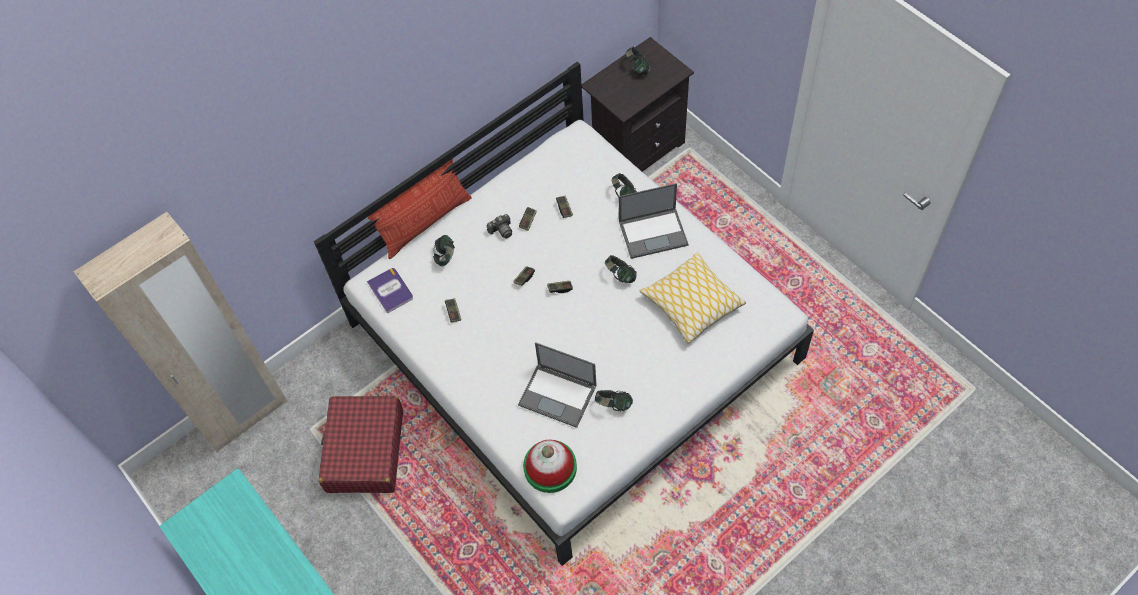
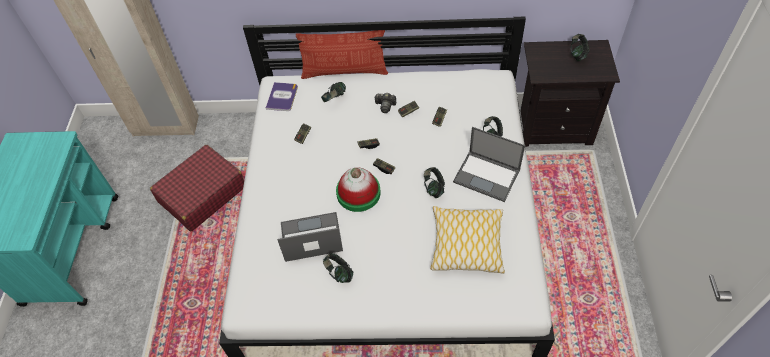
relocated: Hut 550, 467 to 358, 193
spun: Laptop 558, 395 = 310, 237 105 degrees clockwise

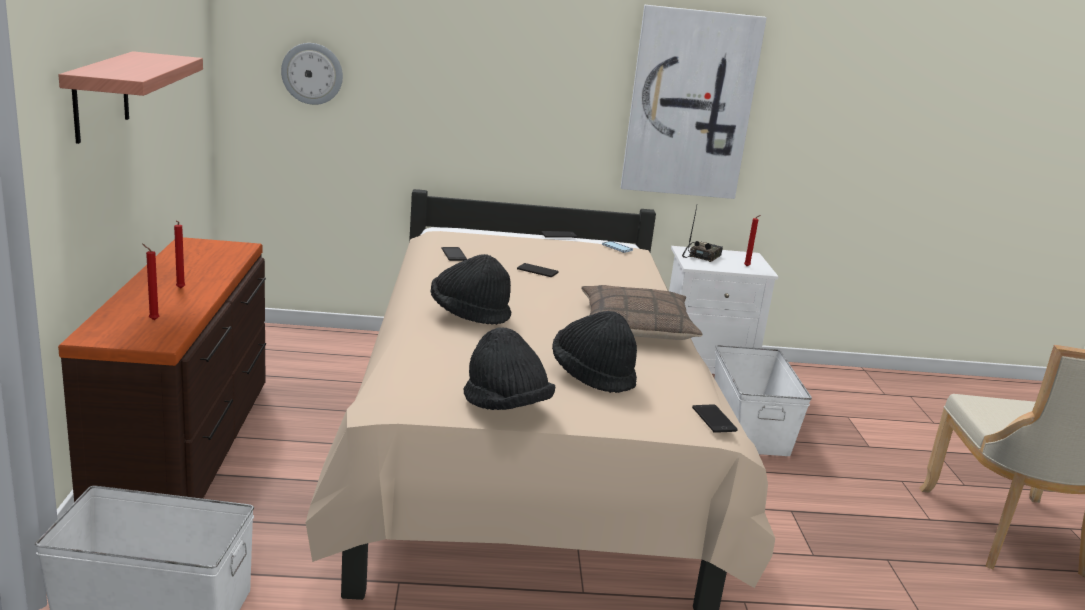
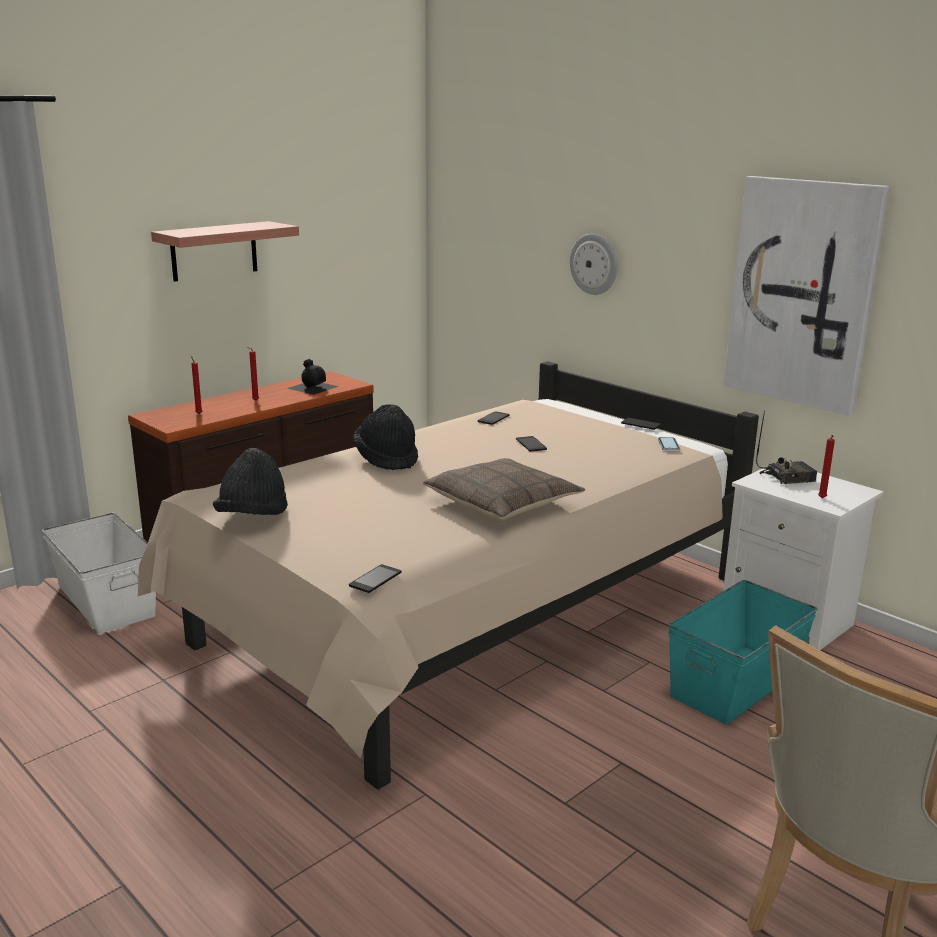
missing: Hut (schwarz) 592, 375
appeared: Flasche (schwarz) 312, 387
relocated: Wanduhr 312, 73 to 594, 264
colour: Aufbewahrungsbox (weiß) 750, 426 to Aufbewahrungsbox (türkis) 737, 683

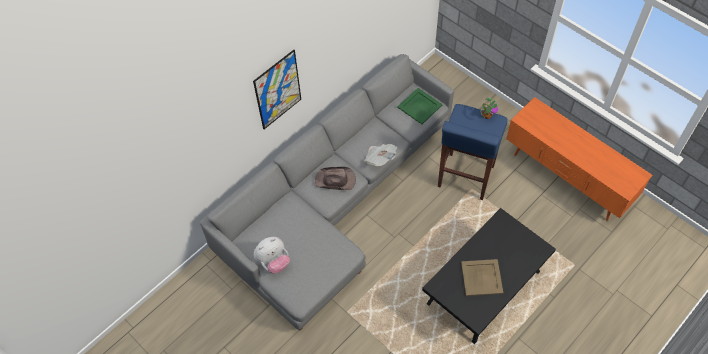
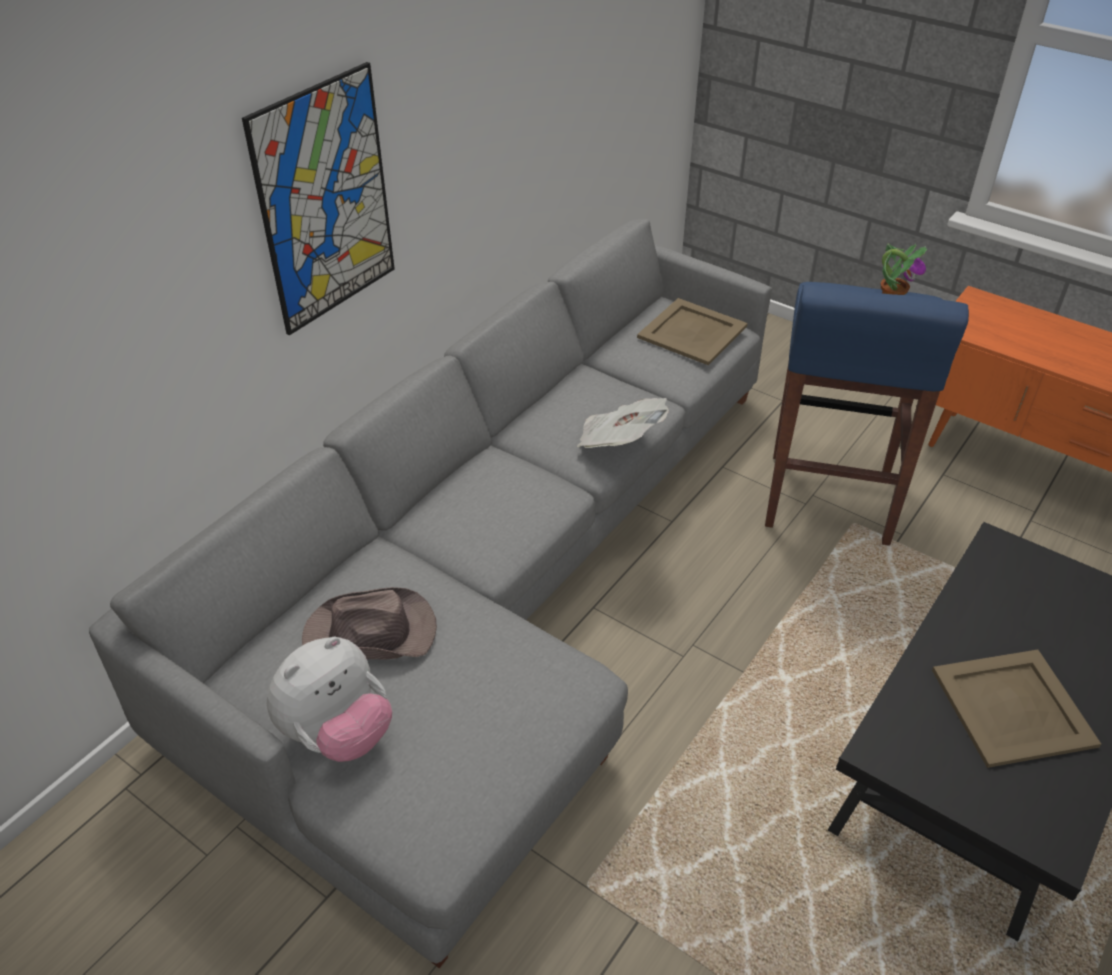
relocated: Hut (braun) 335, 180 to 371, 634
colour: Tablett (grün) 420, 106 to Tablett (beige) 693, 332

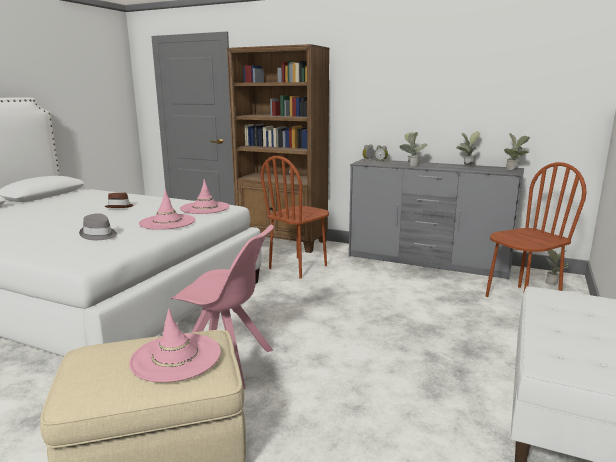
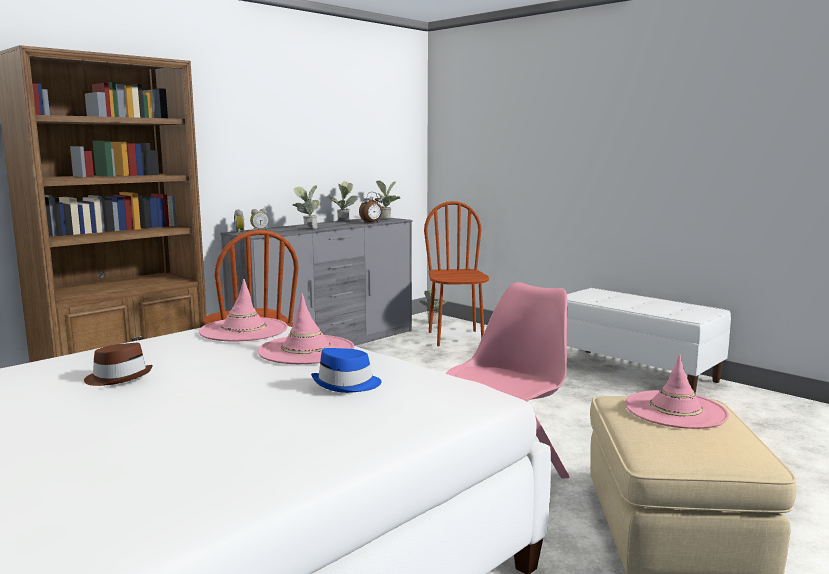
appeared: Wecker 372, 222
colour: Hut (grau) 99, 235 to Hut (blau) 347, 384

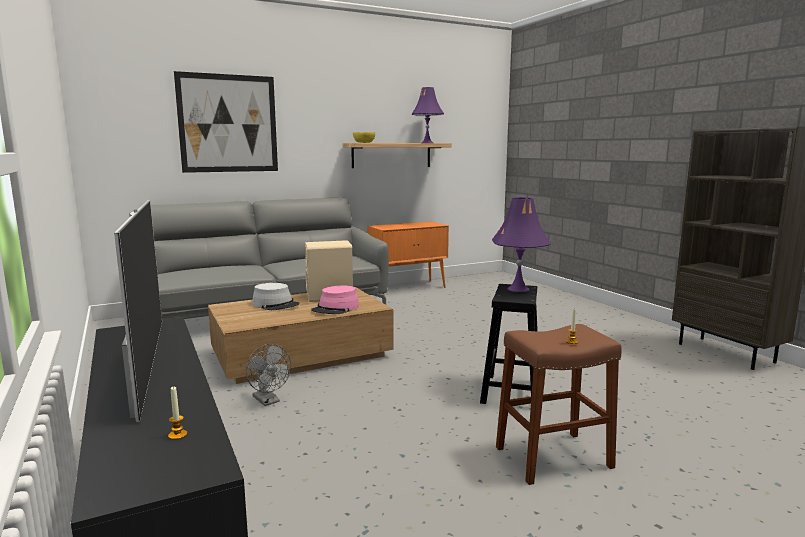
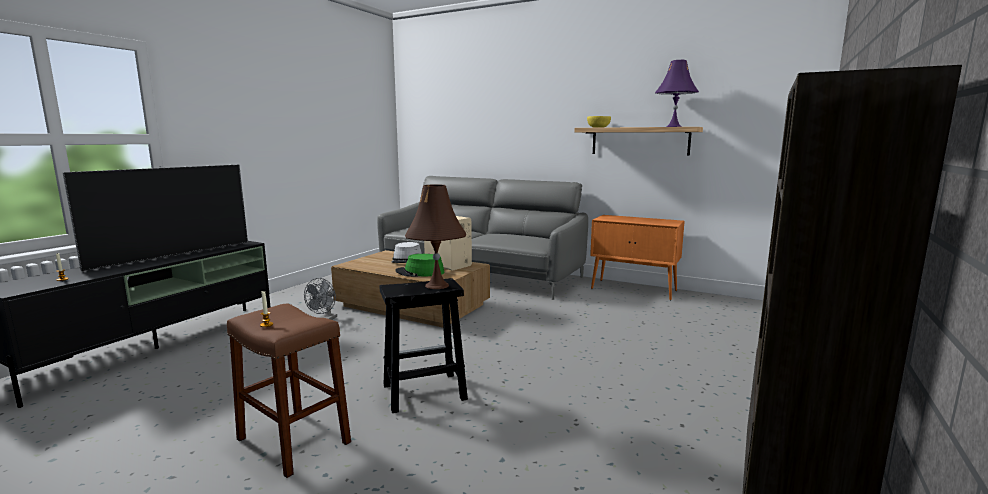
missing: Bild 228, 123
colour: Tischlampe (lila) 518, 289 to Tischlampe (braun) 437, 285; Hut (rosa) 336, 308 to Hut (grün) 420, 272

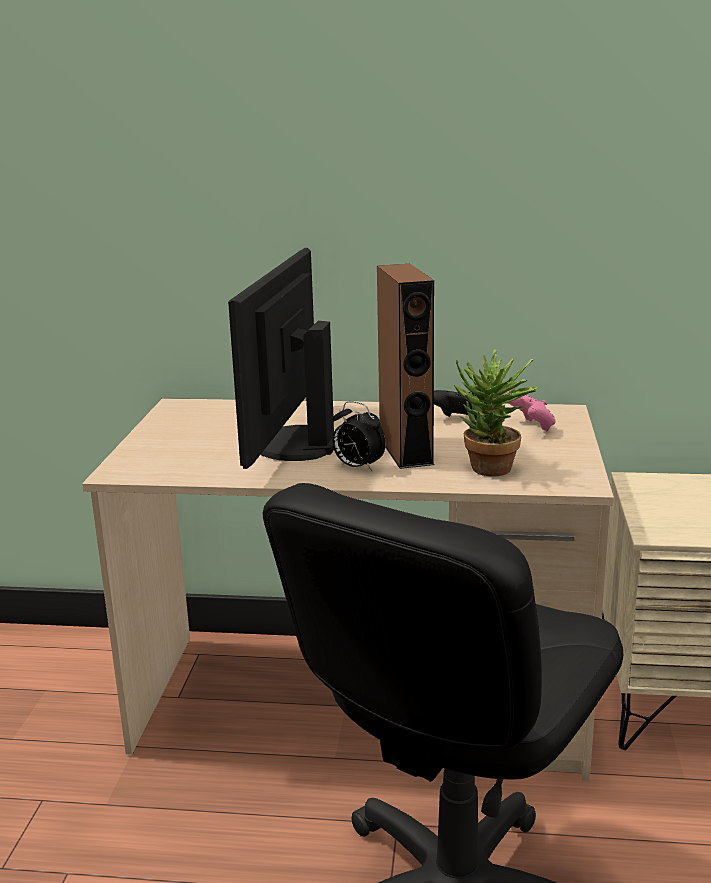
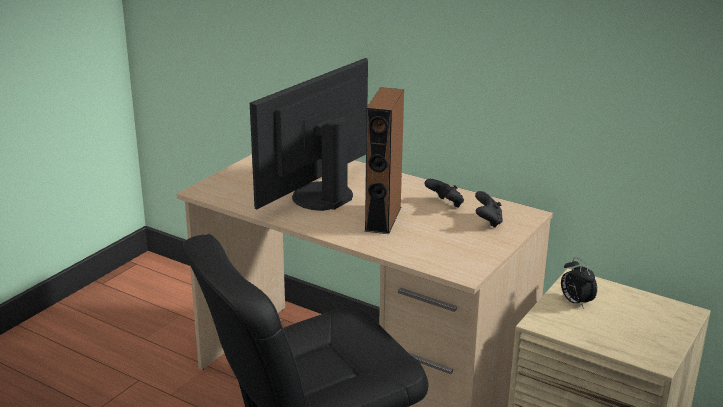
missing: Topfpflanze 491, 472
relocated: Wecker 357, 467 to 575, 302
colour: Gamepad (rosa) 531, 427 to Gamepad (schwarz) 488, 221

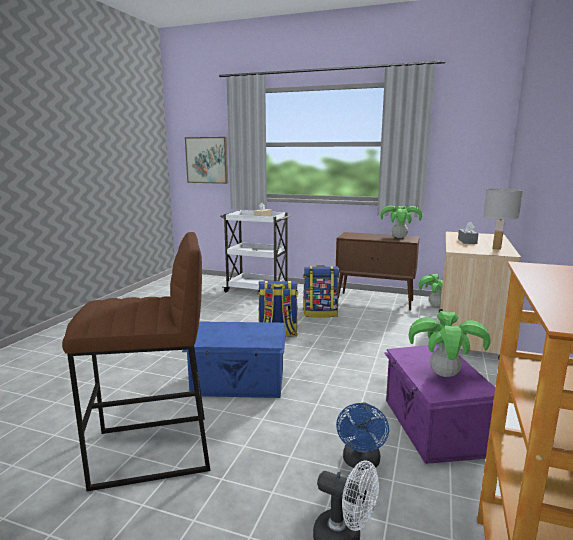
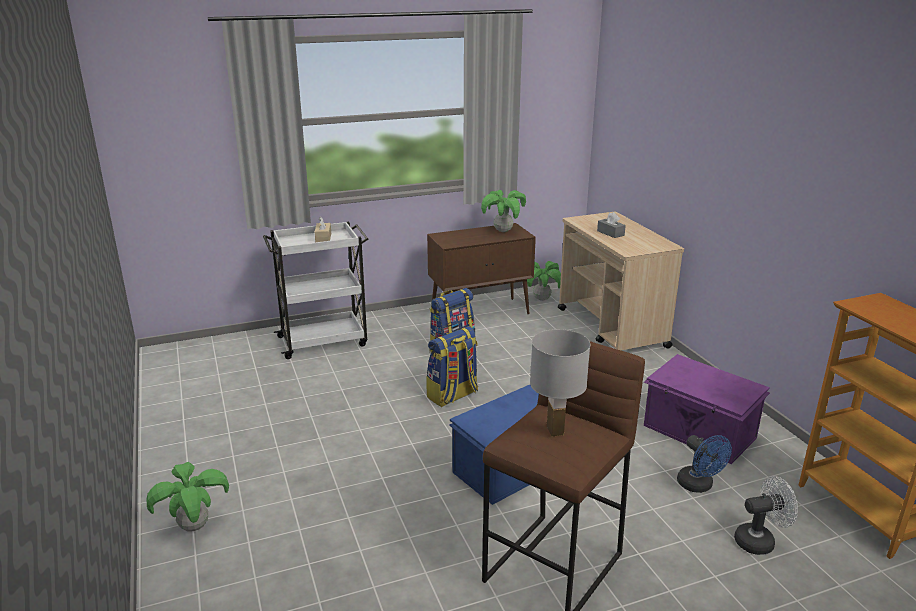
missing: Bild 207, 160
relocated: Tischlampe (weiß) 496, 248 to 554, 430; Topfpflanze 444, 374 to 194, 526

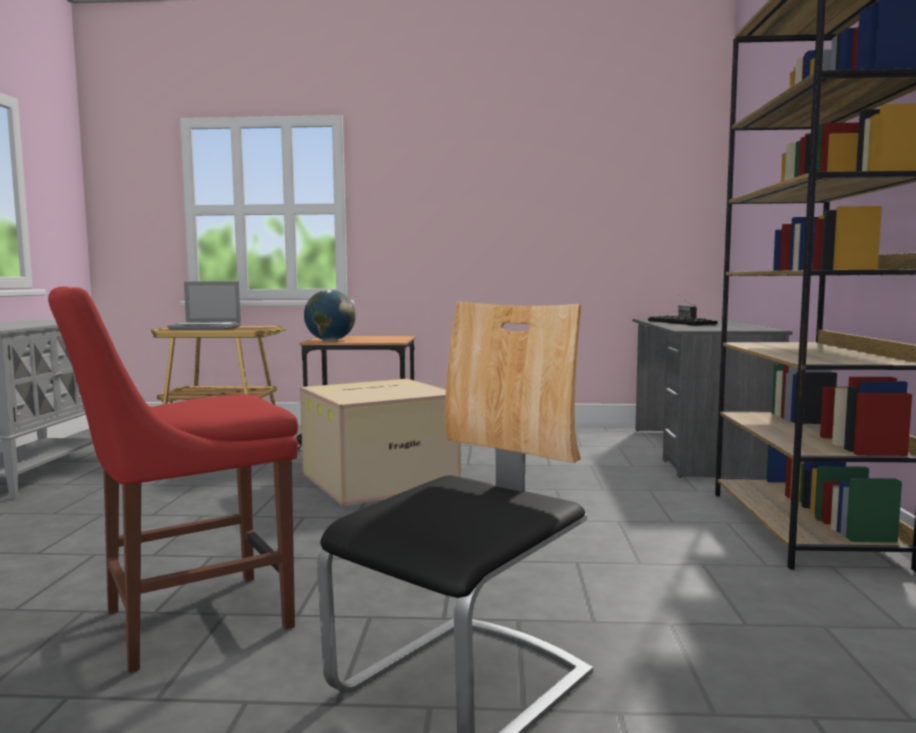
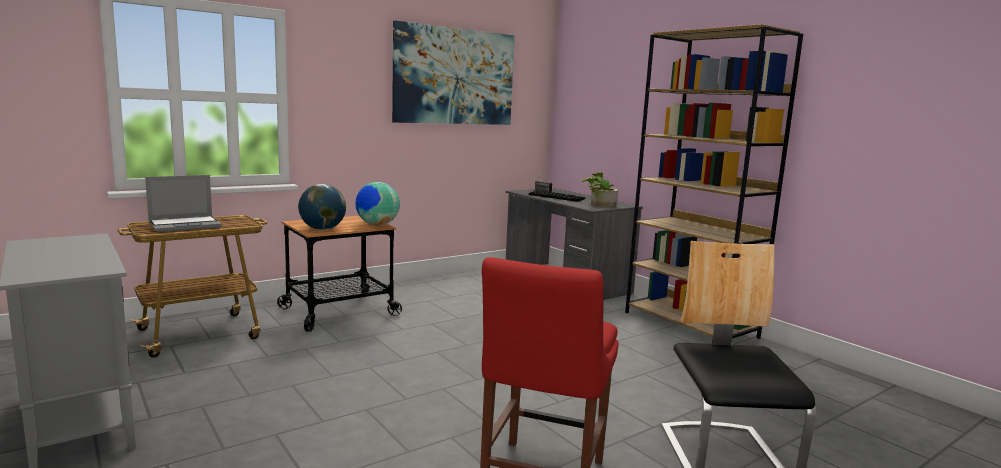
missing: Karton 380, 479
appeared: Bild 455, 76; Topfpflanze 599, 204; Globus 377, 225

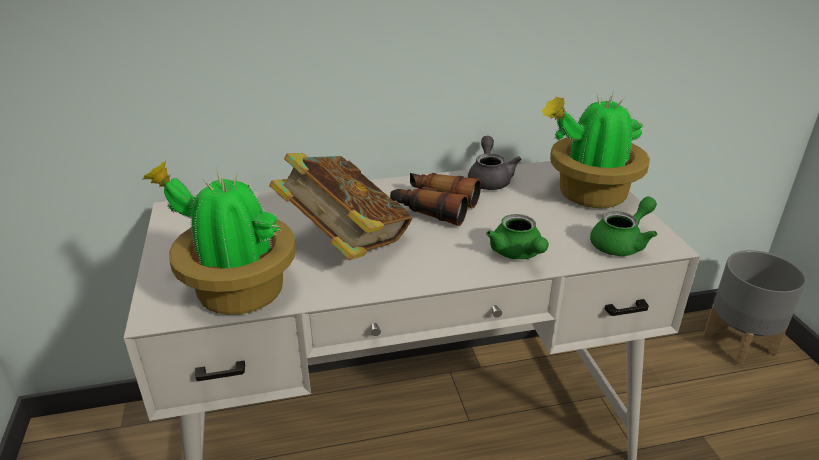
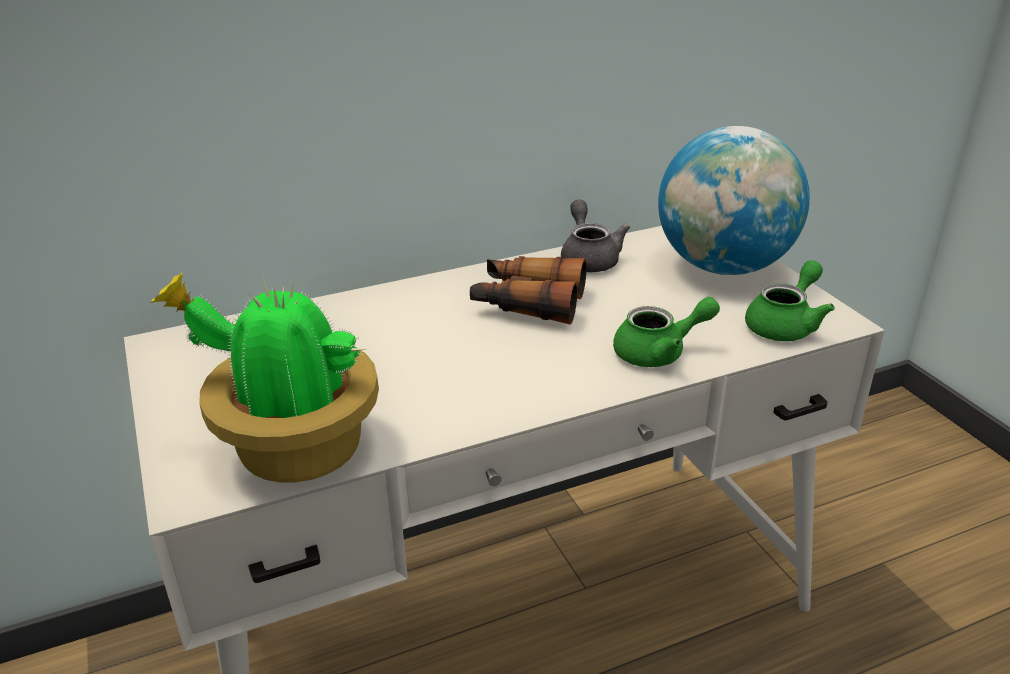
missing: Buch 346, 244; Pflanzkübel (grau) 739, 344
exchanged: Topfpflanze 589, 195 to Globus 724, 267
spun: Teekanne (grün) 518, 254 = 659, 353 75 degrees counterclockwise

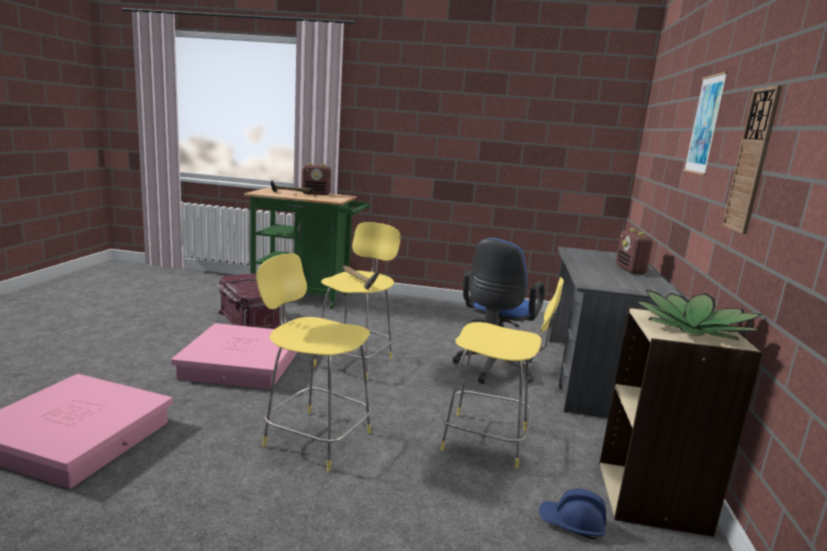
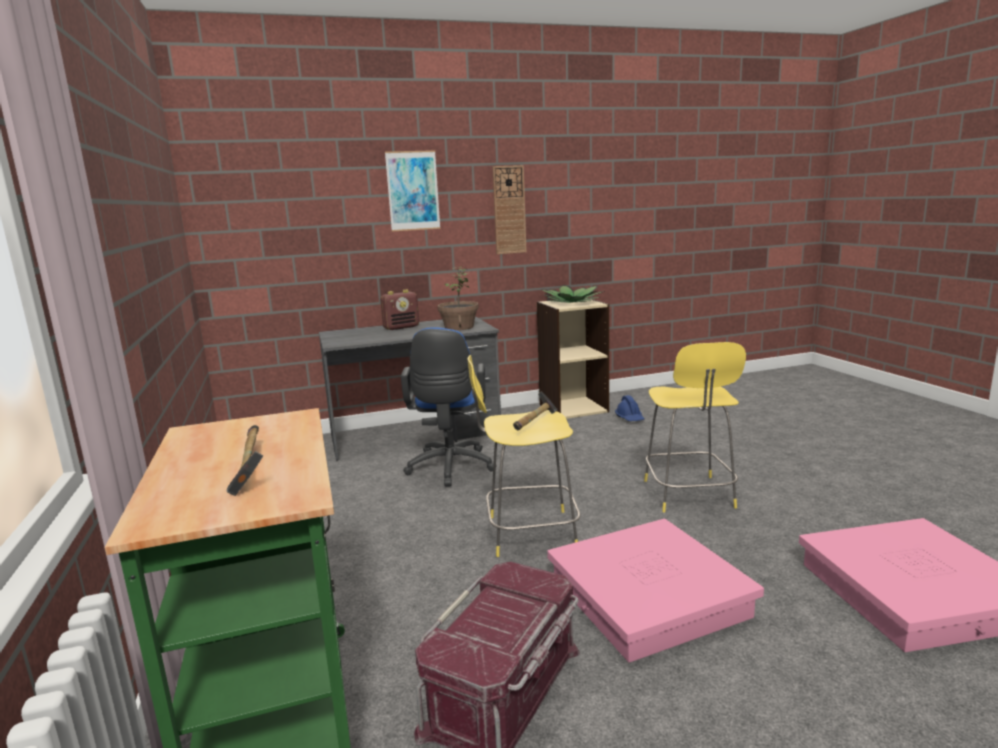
missing: Radio 316, 193; Hocker (gelb) 489, 440
appeared: Topfpflanze 458, 327
spun: Bürostuhl (blau) 493, 369 = 450, 469 90 degrees clockwise

